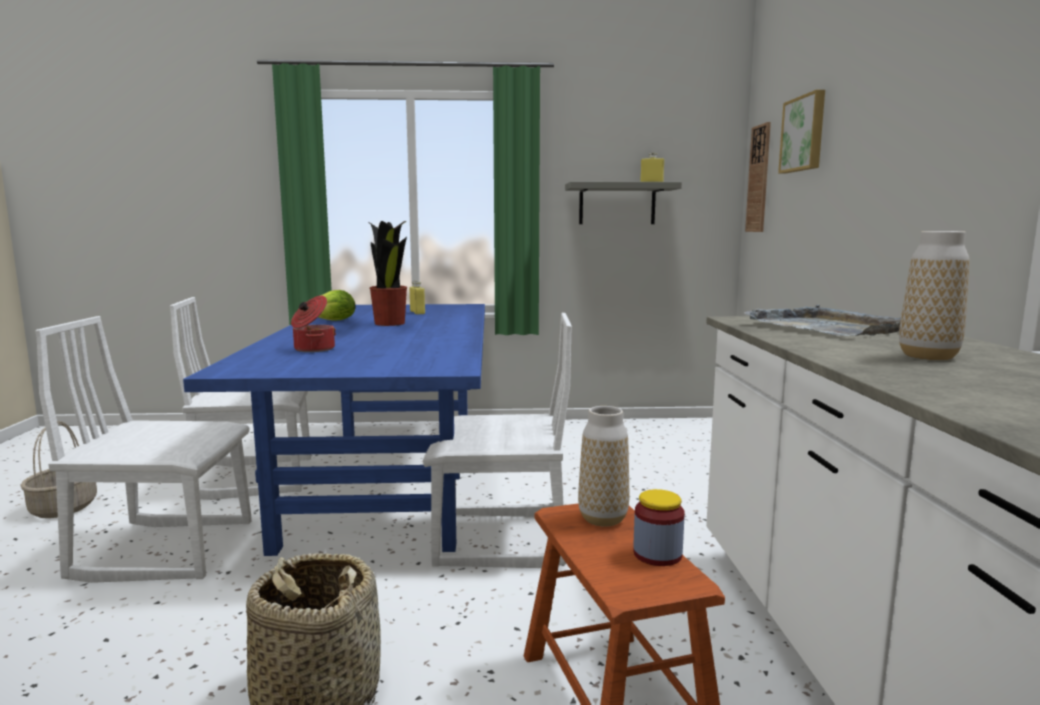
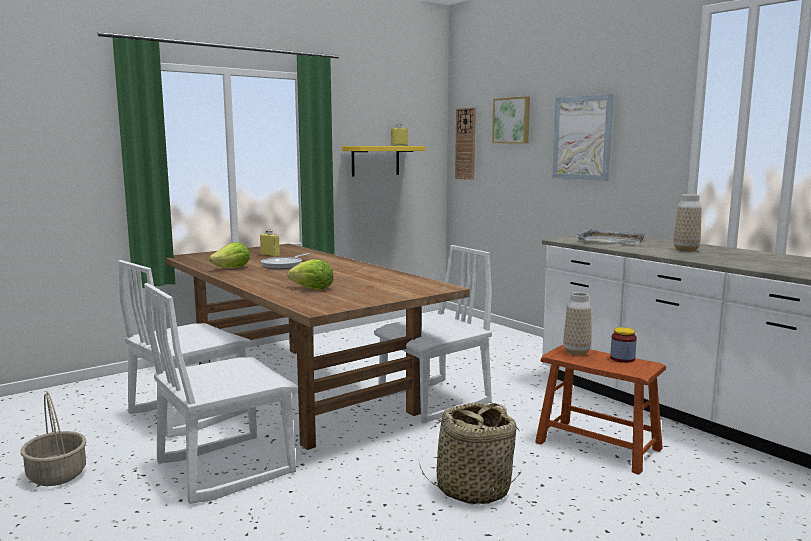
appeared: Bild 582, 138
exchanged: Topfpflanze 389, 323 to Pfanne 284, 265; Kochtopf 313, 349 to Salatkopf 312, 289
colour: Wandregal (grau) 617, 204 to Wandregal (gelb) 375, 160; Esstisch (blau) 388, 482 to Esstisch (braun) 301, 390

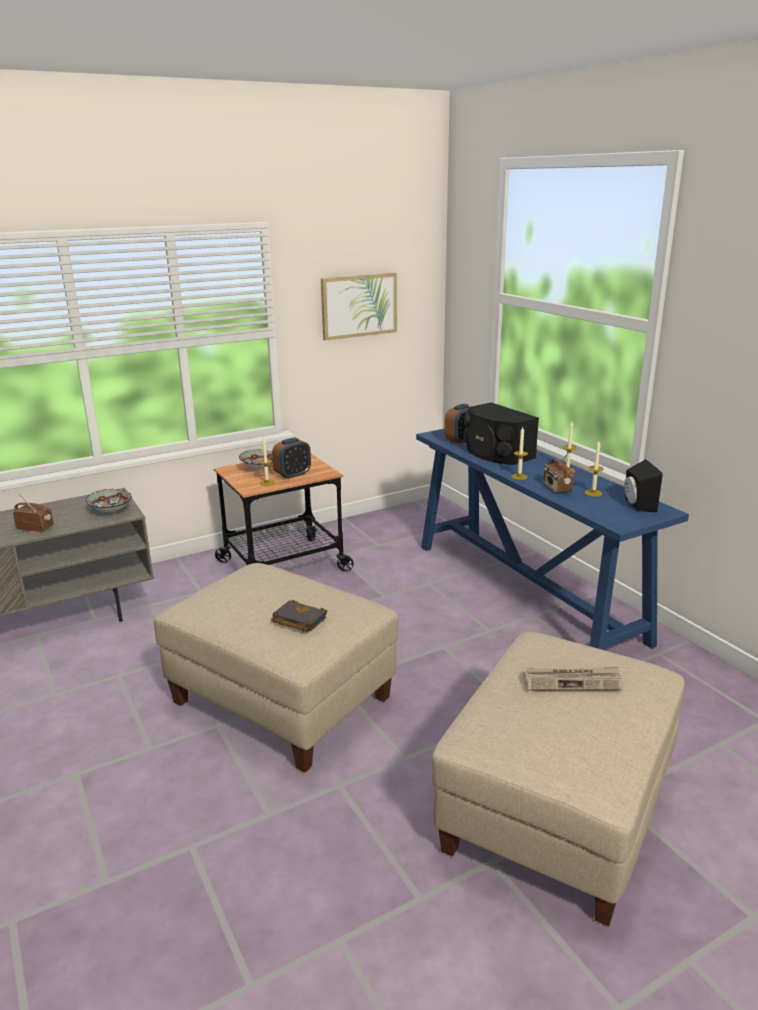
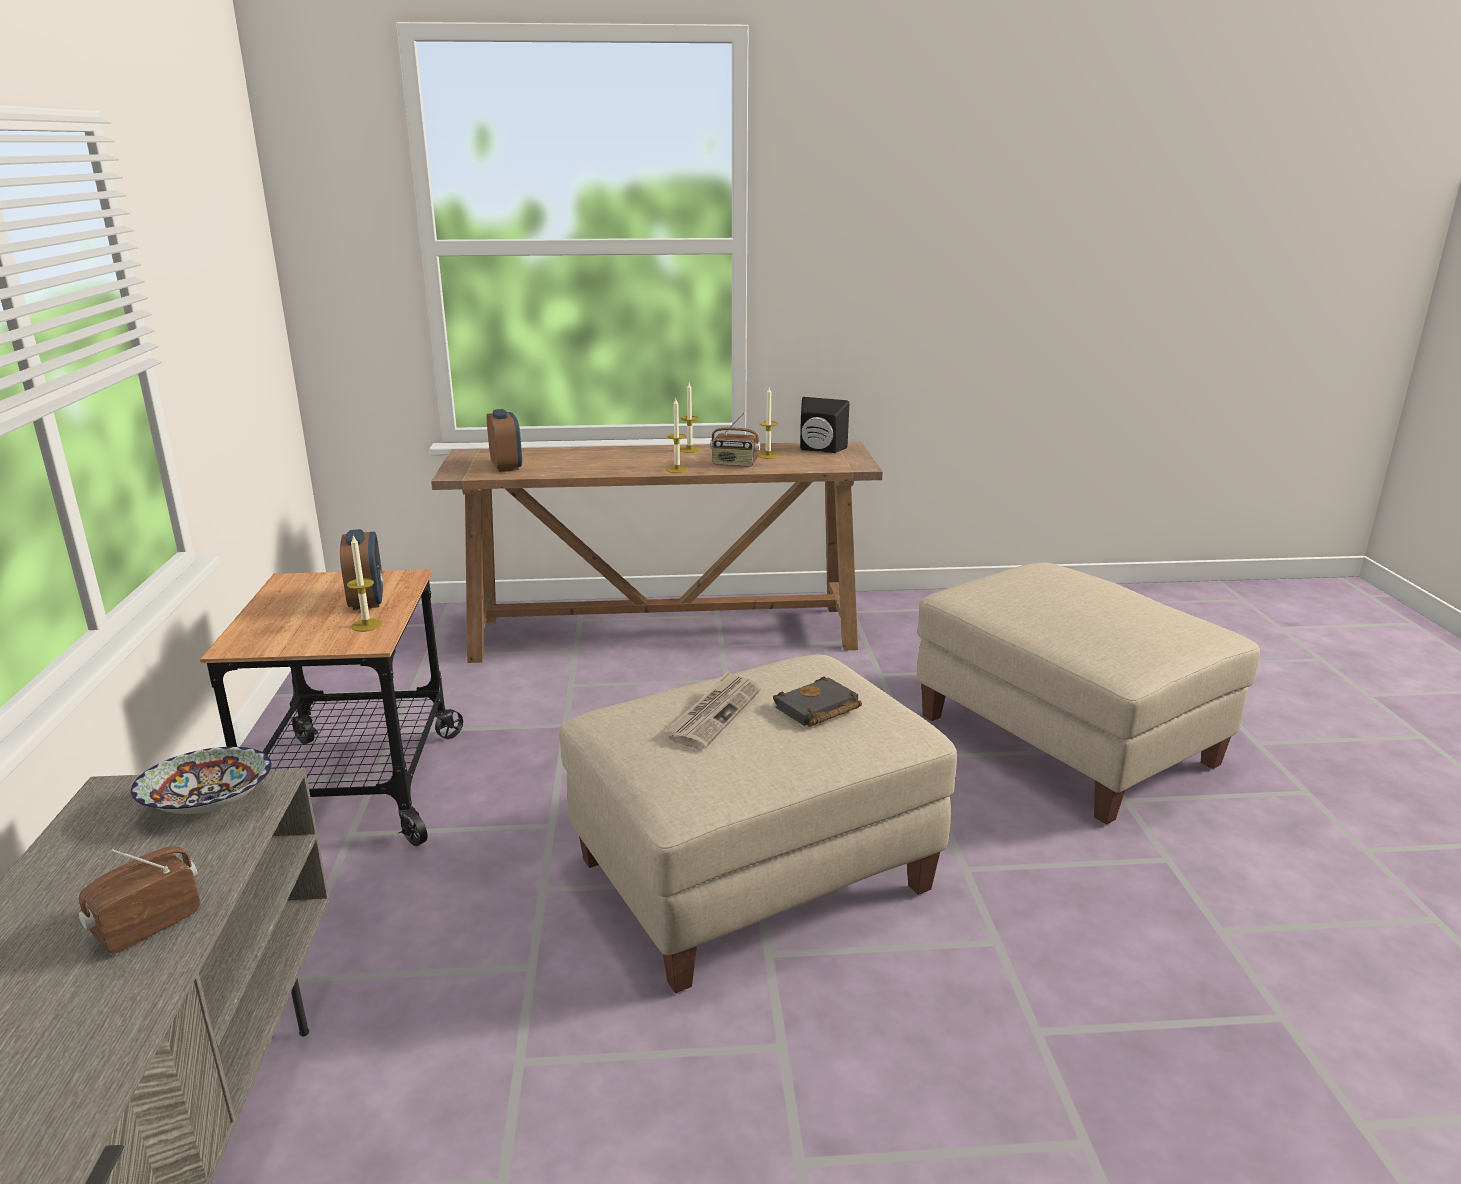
missing: Bild 359, 305; Lautsprecher (schwarz) 496, 453; Schüssel 258, 468
relocated: Zeitung 572, 681 to 714, 713
colour: Konsolentisch (blau) 525, 592 to Konsolentisch (braun) 666, 634

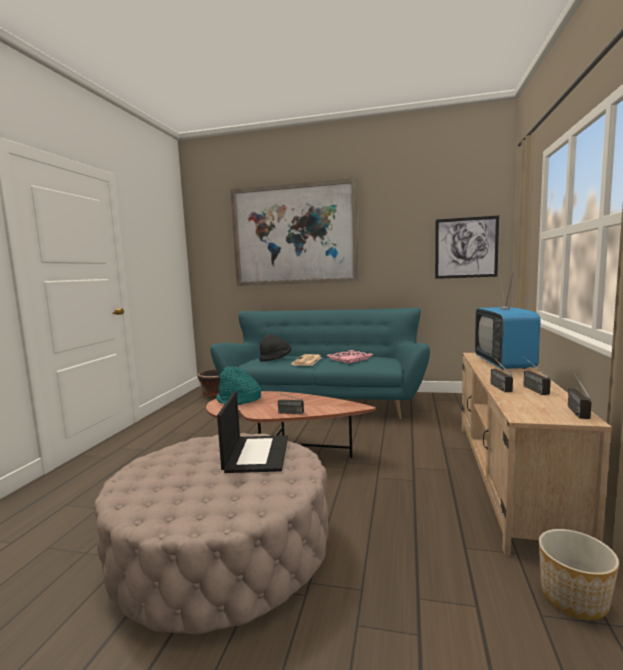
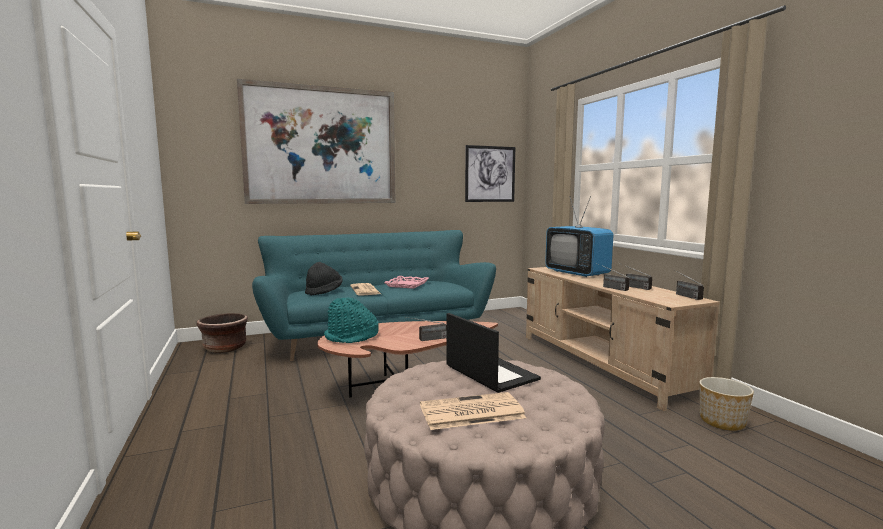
appeared: Zeitung 470, 412

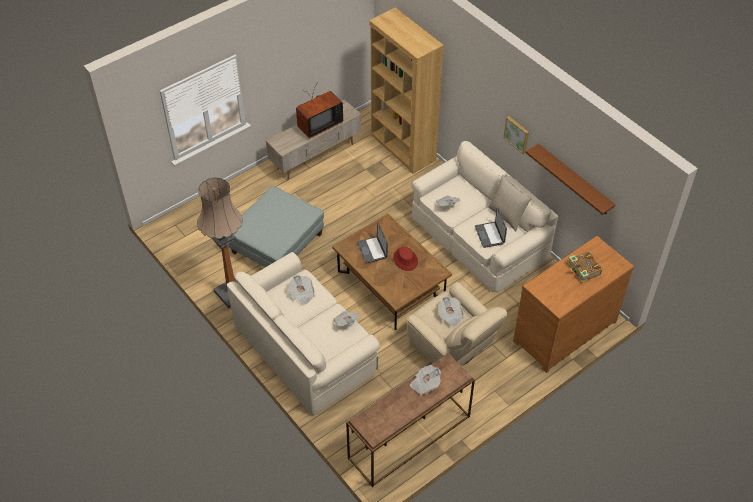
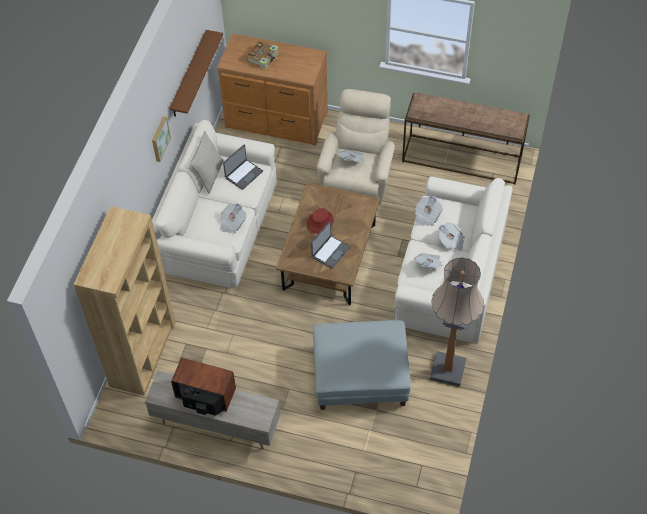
relocated: Zeitung 425, 384 to 451, 241

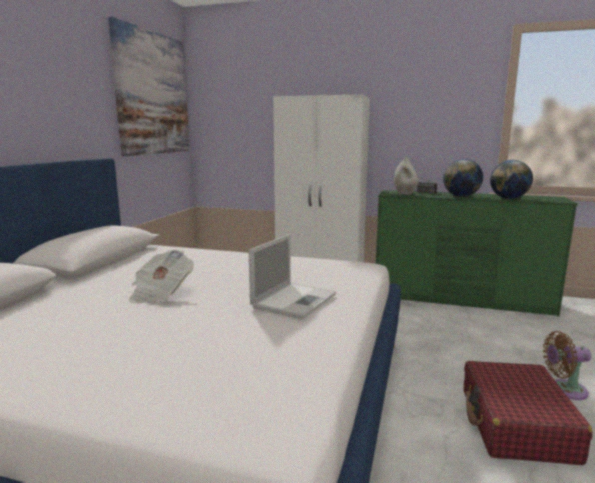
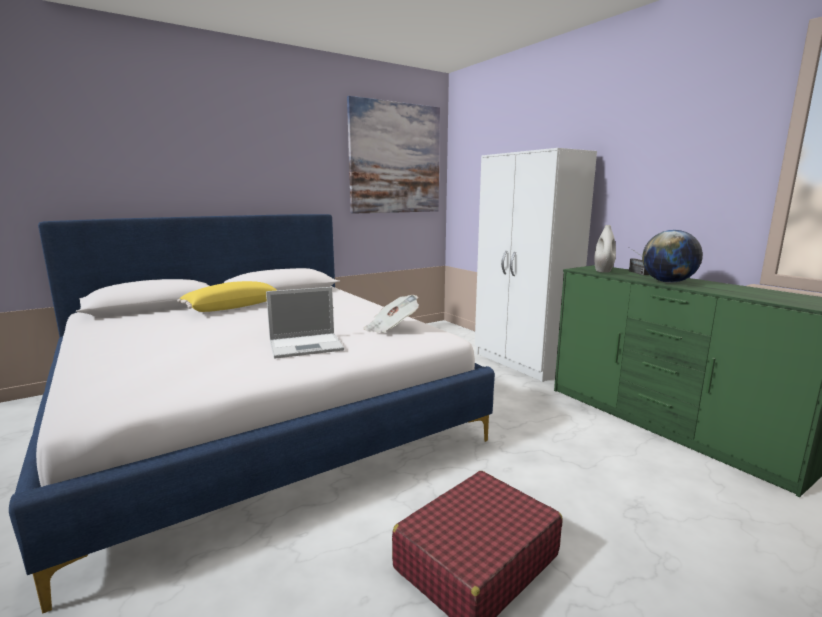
missing: Globus 509, 198; Ventilator (braun) 564, 390
appeared: Kissen (gelb) 232, 307
relocated: Zeitung 160, 293 to 391, 328

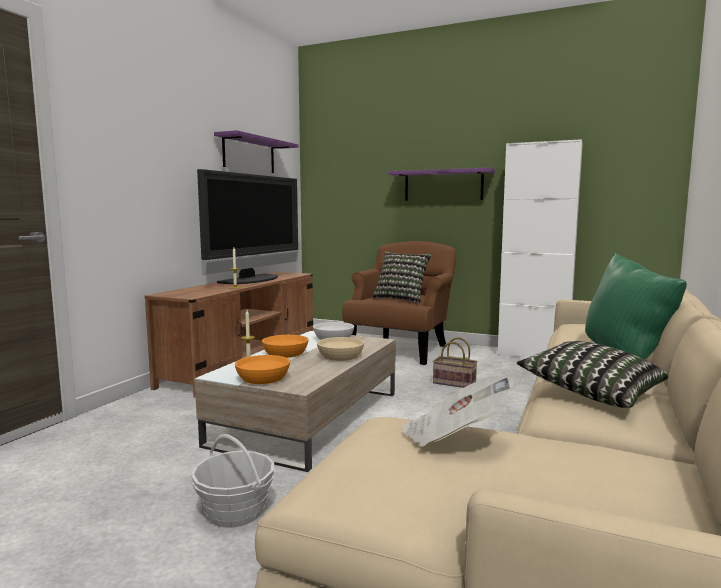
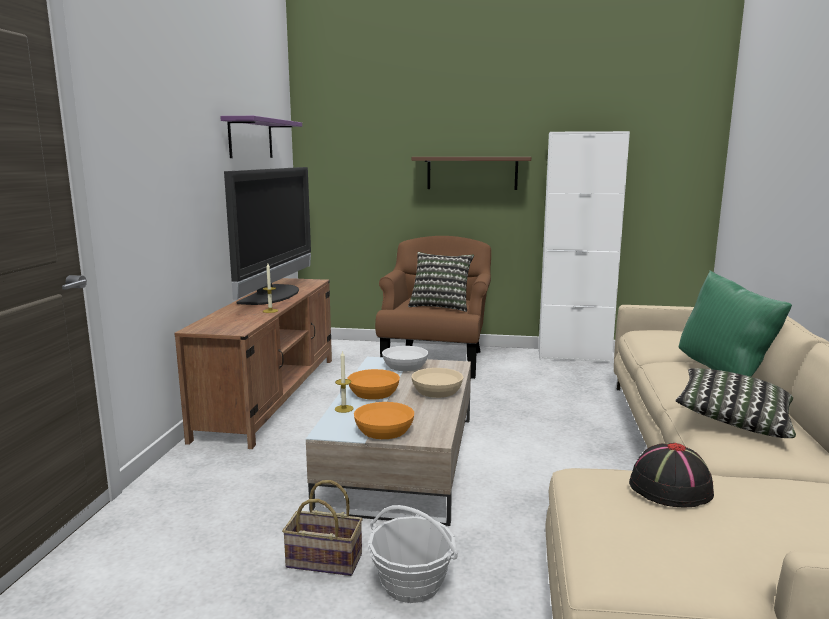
relocated: Korb 453, 383 to 322, 561
exchanged: Zeitung 454, 437 to Hut (schwarz) 669, 488
colour: Wandregal (lila) 443, 185 to Wandregal (braun) 472, 173

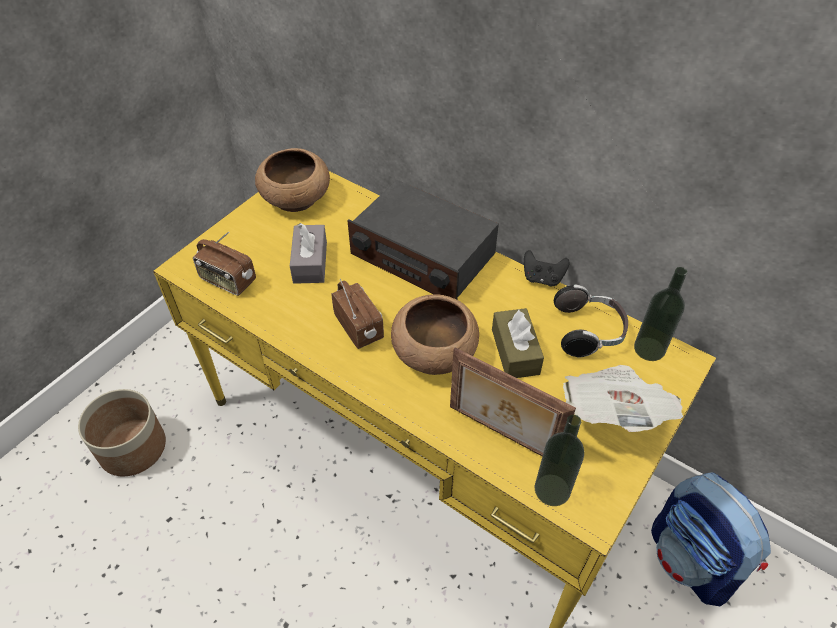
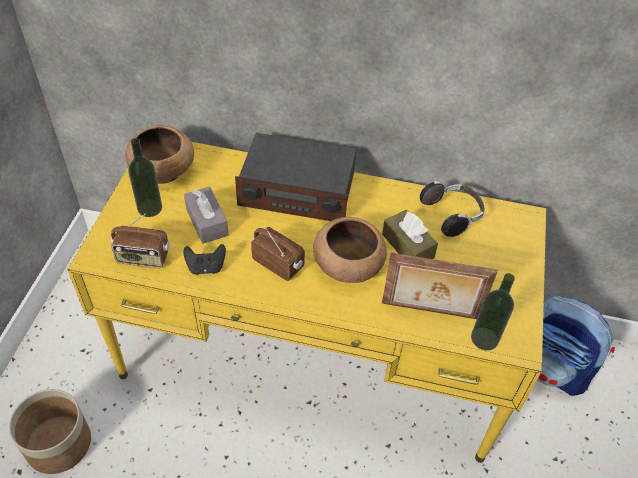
missing: Zeitung 613, 412
relocated: Gamepad (schwarz) 542, 278 to 206, 267; Flasche 649, 349 to 150, 208

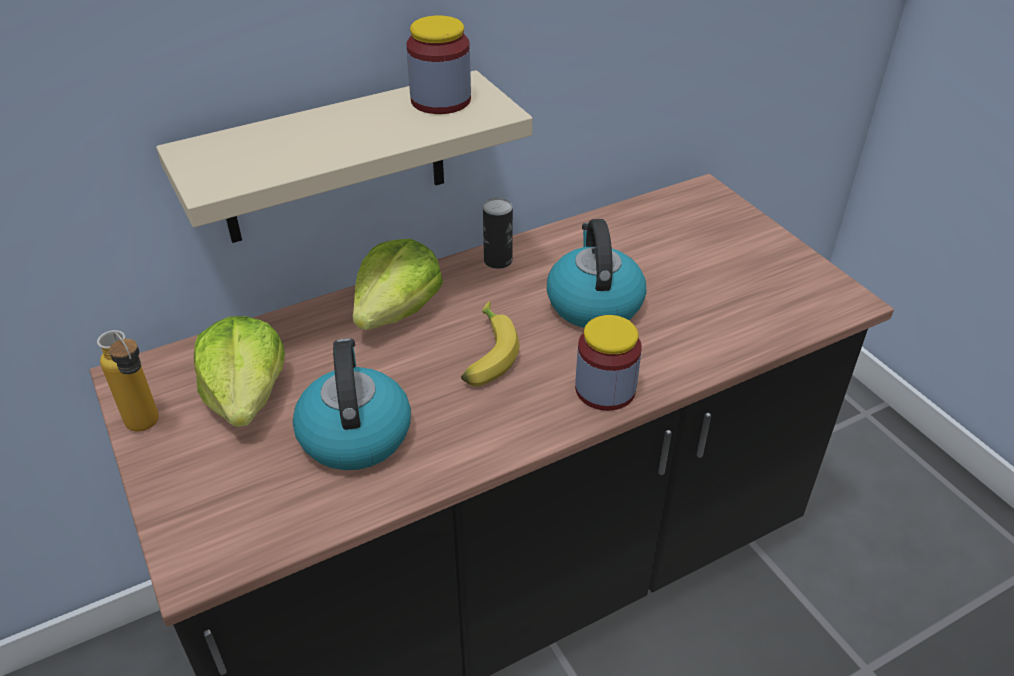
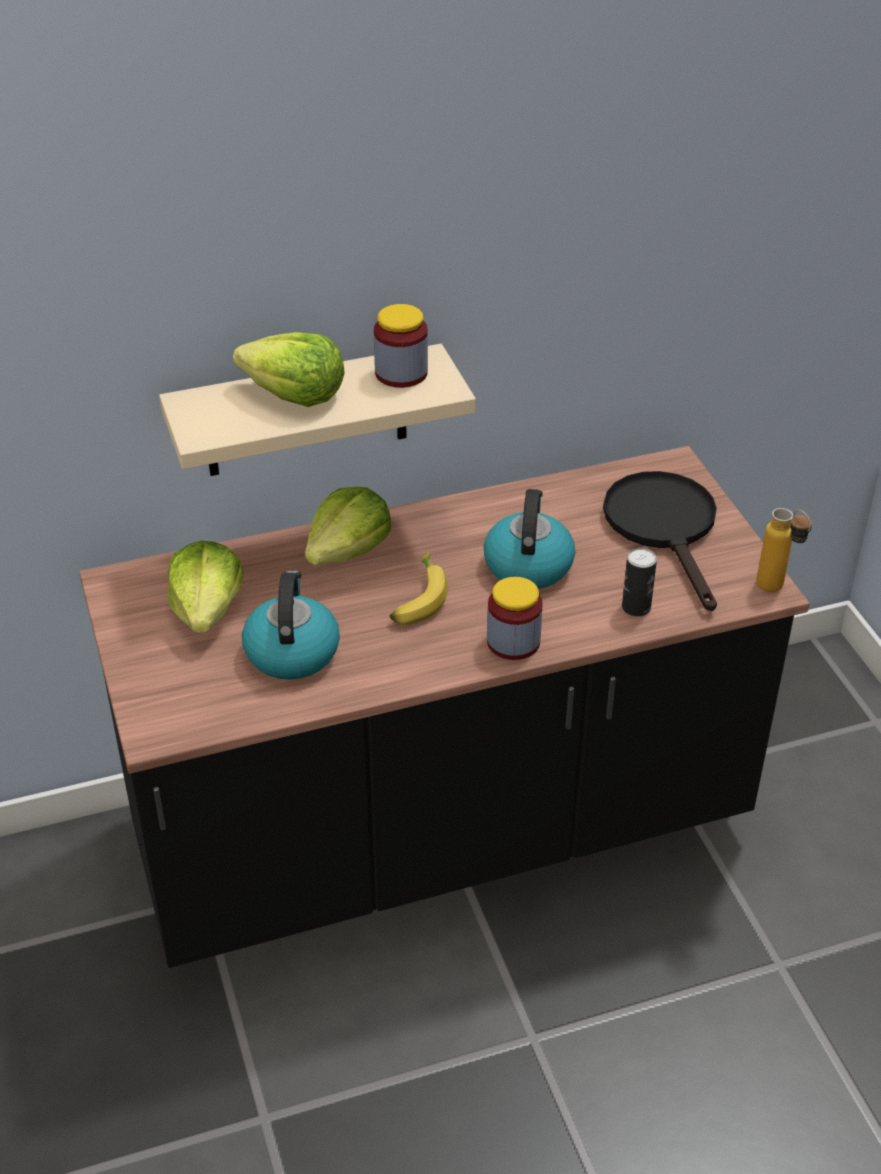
appeared: Salatkopf 295, 395; Pfanne (schwarz) 665, 528
relocated: Dose 498, 261 to 636, 607; Flasche 149, 428 to 777, 590

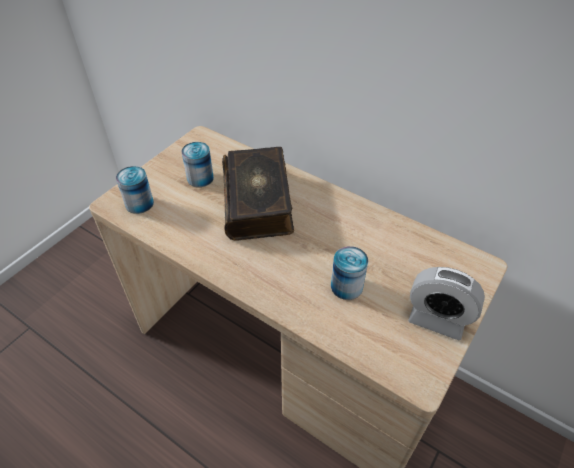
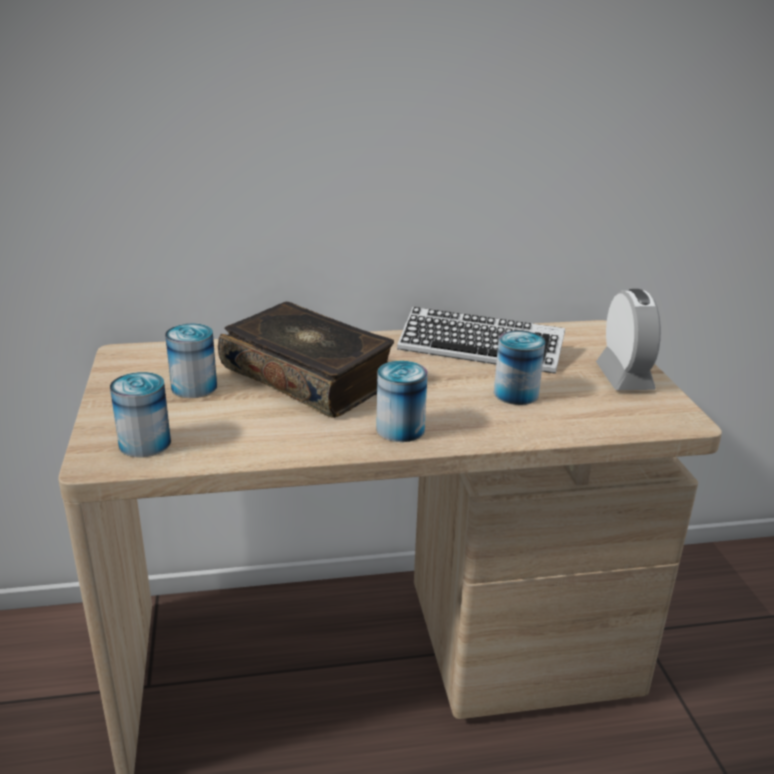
appeared: Tastatur 480, 349; Dose 400, 429
spun: Wecker 437, 319 = 624, 377 75 degrees counterclockwise

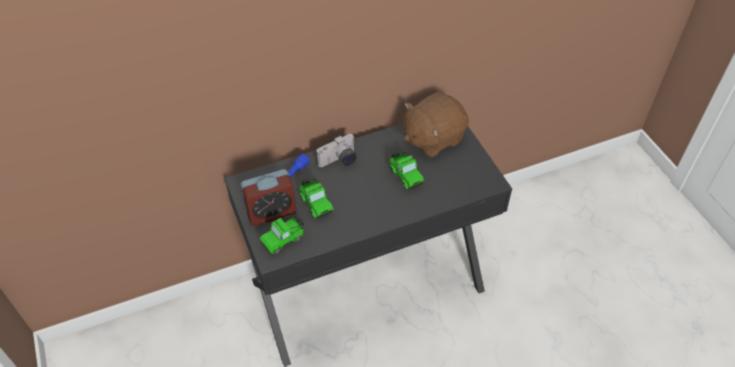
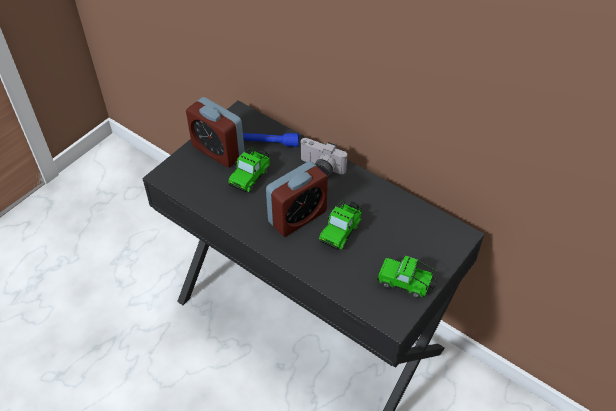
missing: Plüschtier (braun) 432, 138
appeared: Wecker 297, 217
relocated: Spielzeugauto 284, 240 to 406, 284

